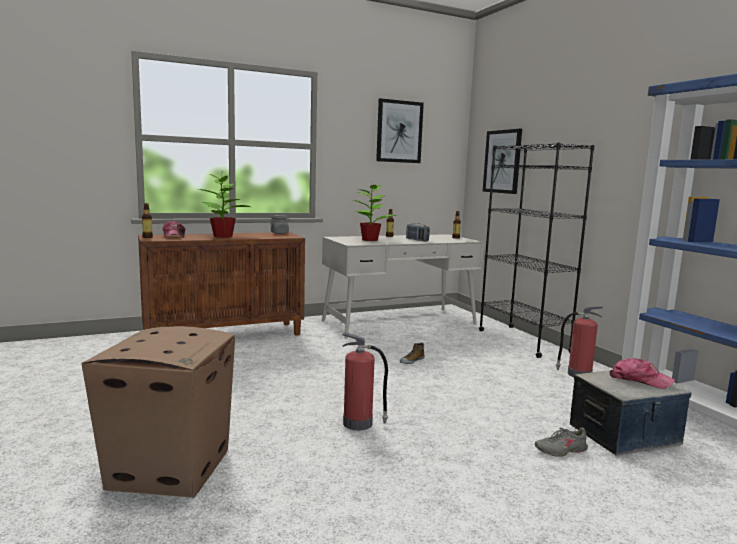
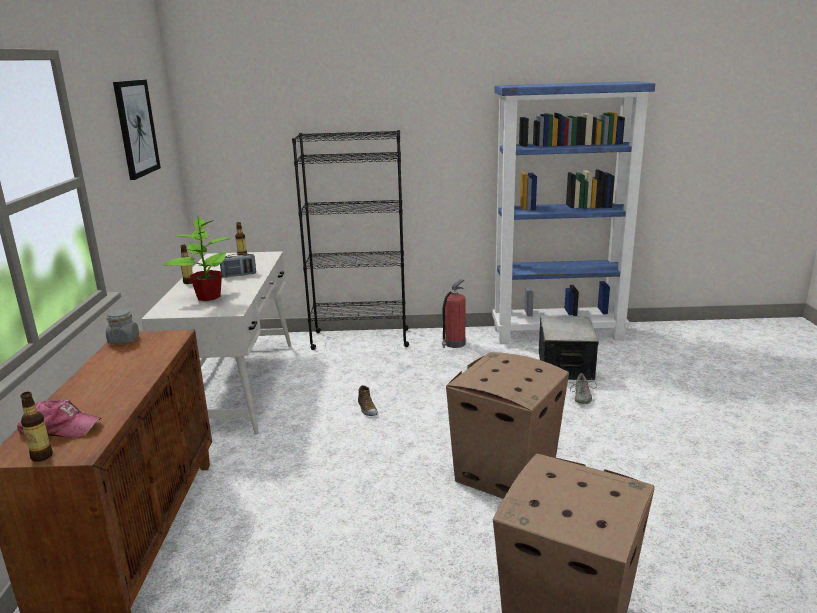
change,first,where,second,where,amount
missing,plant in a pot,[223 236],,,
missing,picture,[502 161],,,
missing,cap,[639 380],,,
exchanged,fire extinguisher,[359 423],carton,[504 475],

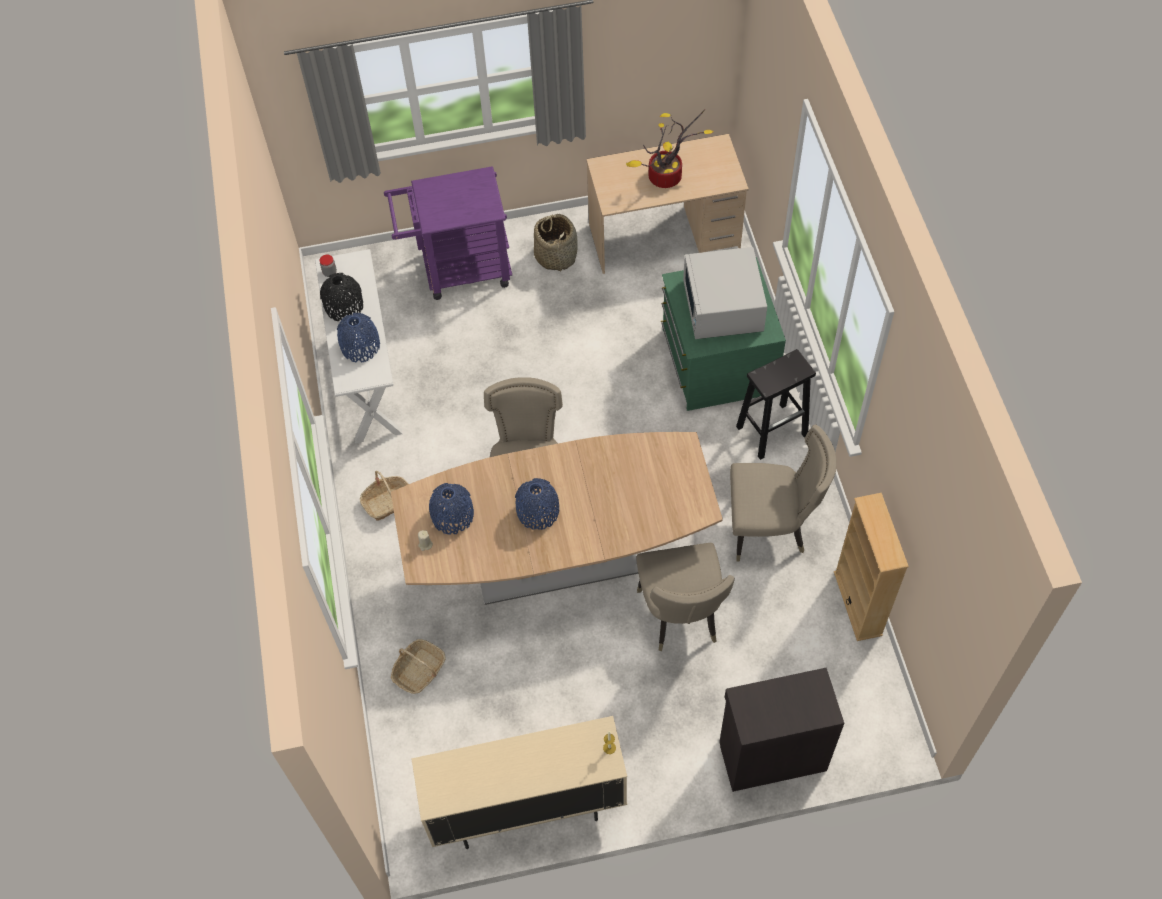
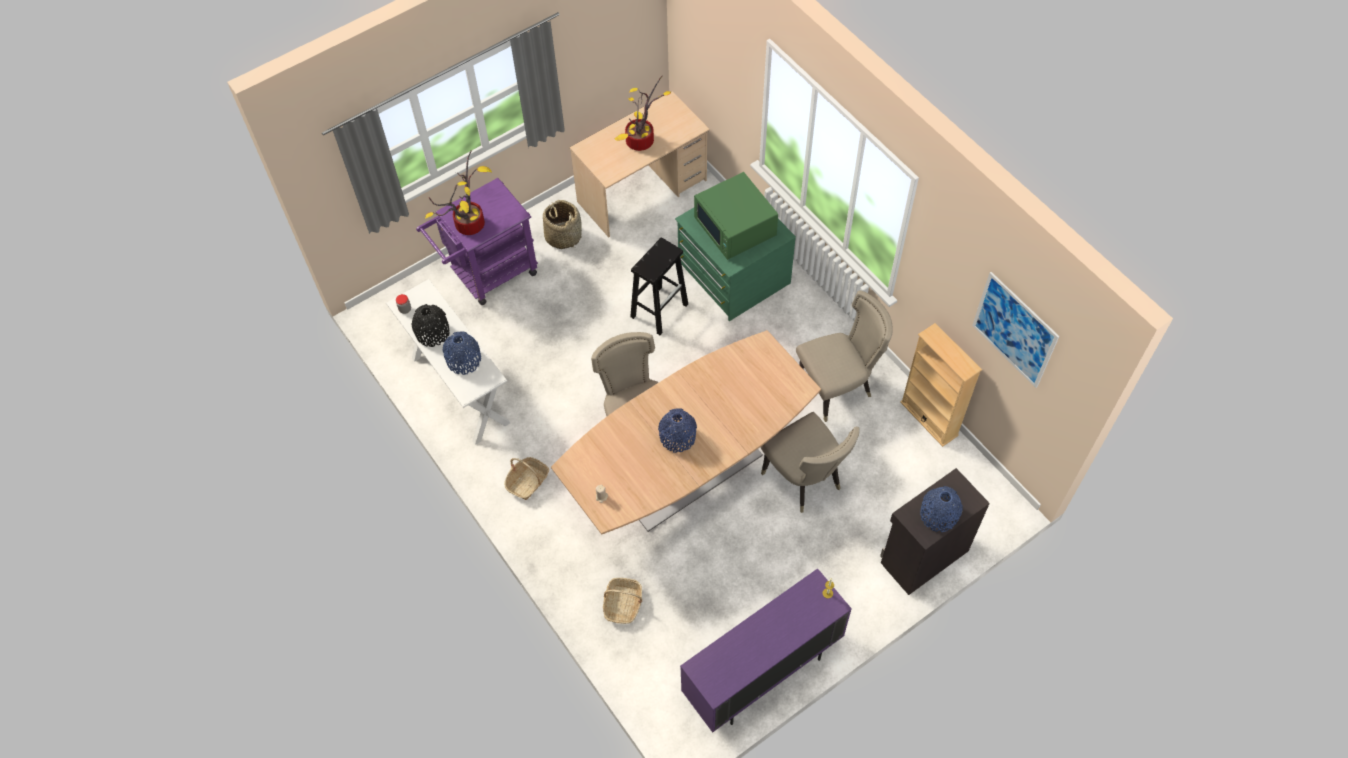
change,first,where,second,where,amount
appeared,,,plant in a pot,[469 222],
appeared,,,picture,[1014 330],
relocated,blue flower vase,[452 516],,[938 515],
relocated,black sitting stool,[772 430],,[659 310],
colour,sand-coloured storage cabinet,[526 808],purplish storage cabinet,[761 674],
colour,white kitchen microwave,[722 307],green-coloured kitchen microwave,[735 227],

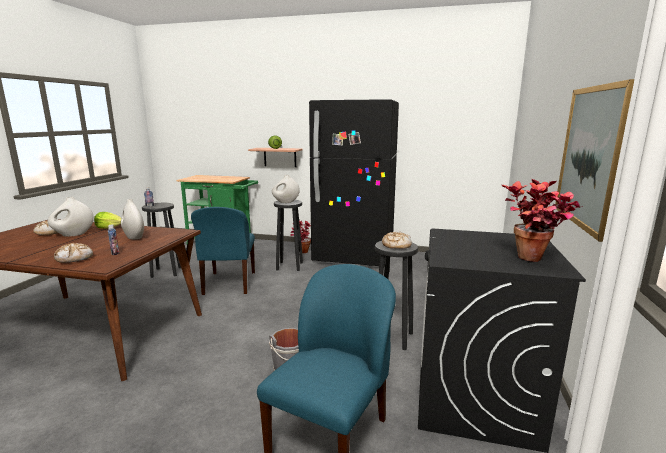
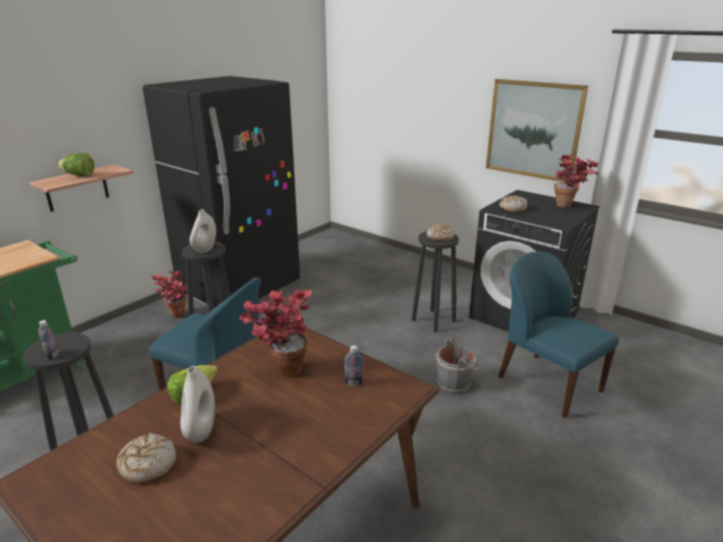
change,first,where,second,where,amount
relocated,baked bread,[75 258],,[512 208],
exchanged,white flower vase,[134 237],plant in a pot,[281 369],

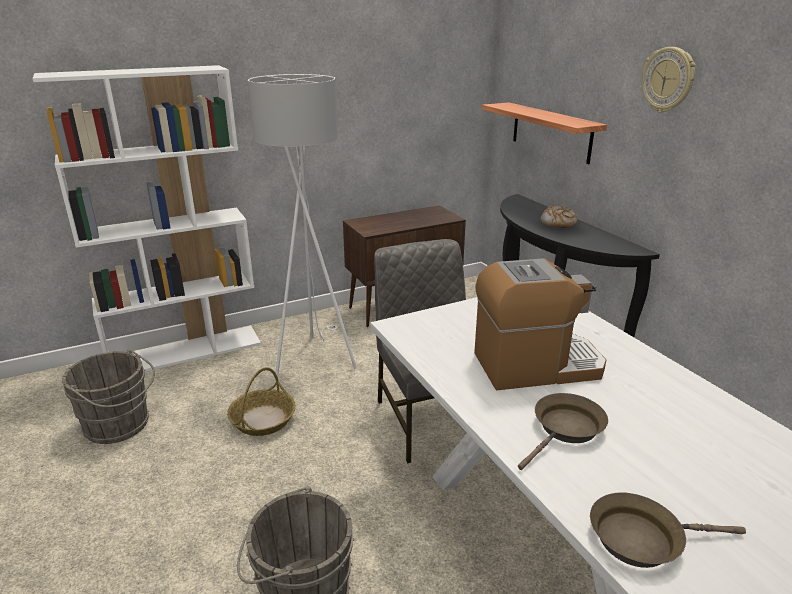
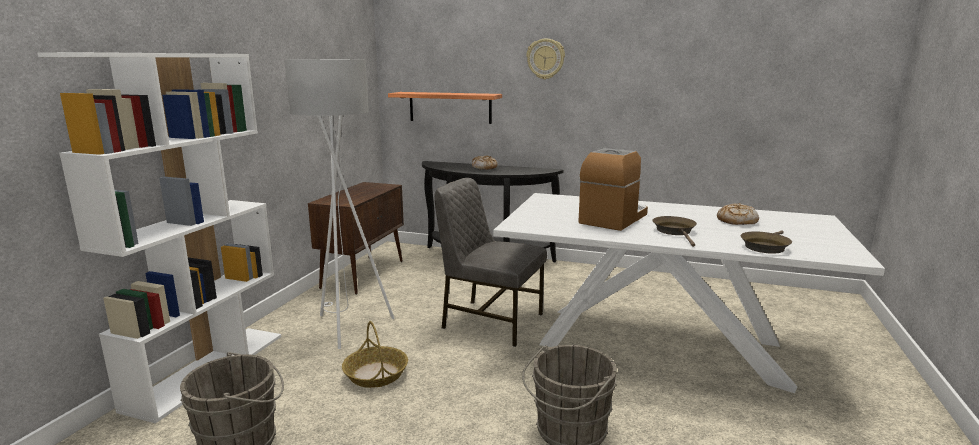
change,first,where,second,where,amount
appeared,,,baked bread,[736 221],

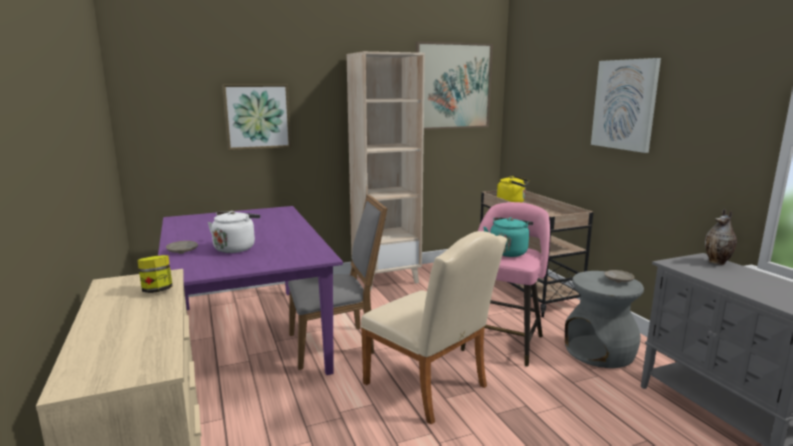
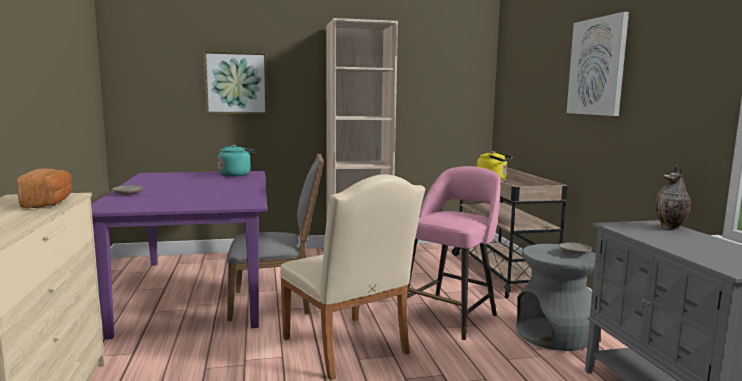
change,first,where,second,where,amount
missing,white kettle,[236 248],,,
missing,picture,[453 86],,,
relocated,turquoise kettle,[508 252],,[236 175],
exchanged,jar,[157 290],baked bread,[49 203],

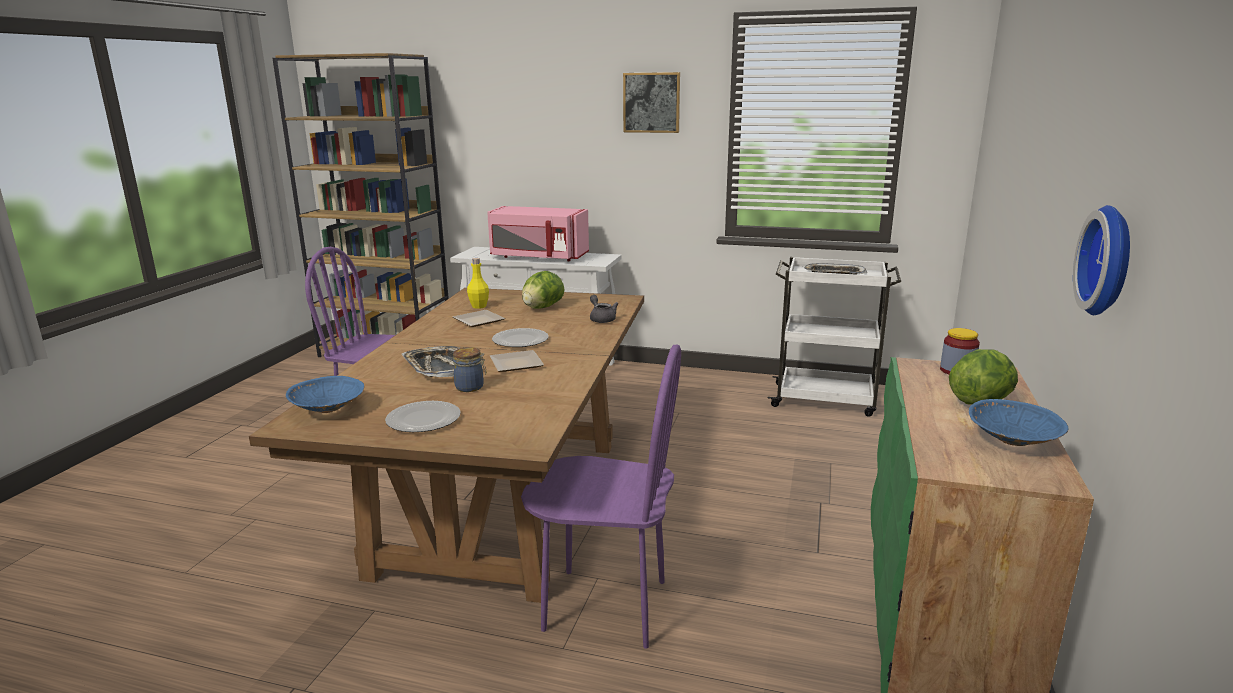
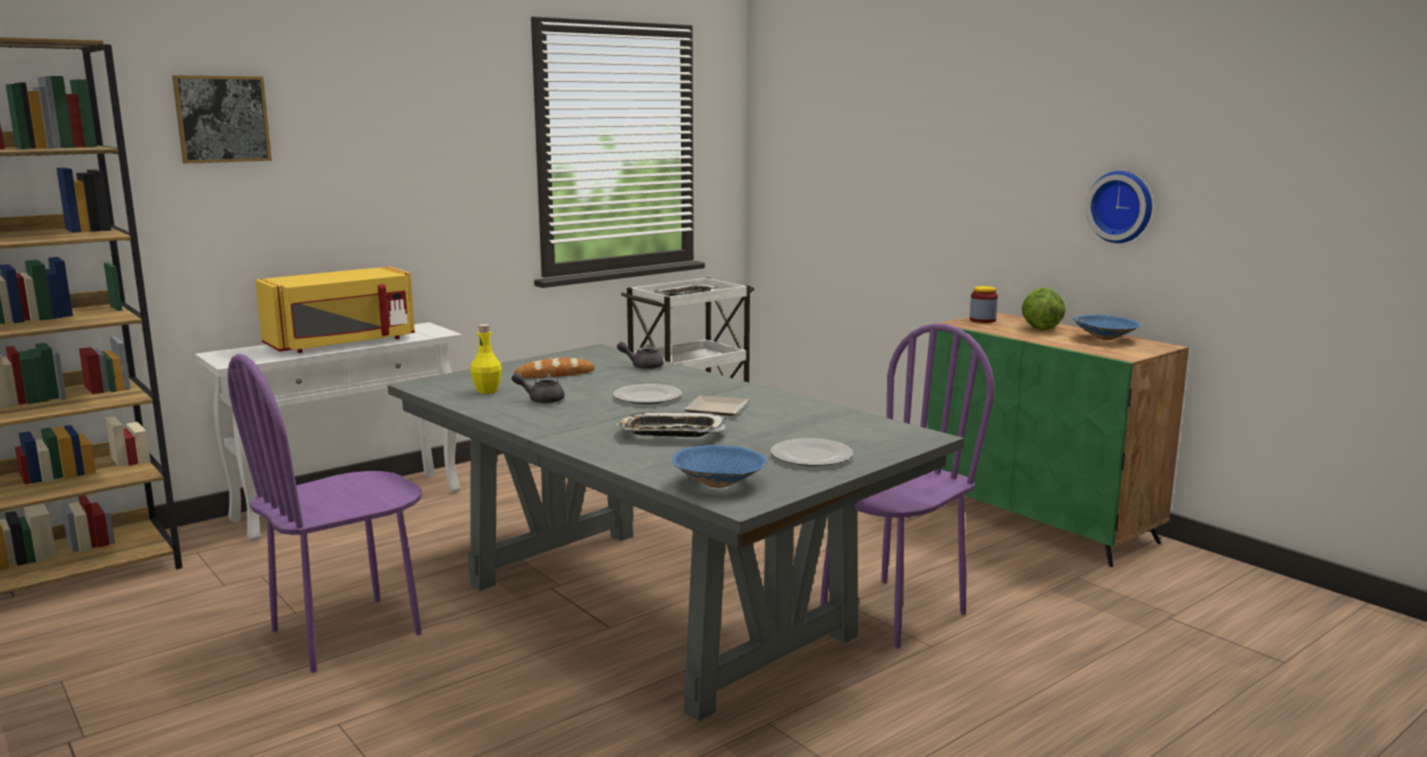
change,first,where,second,where,amount
missing,jar,[471 387],,,
relocated,picture,[651 102],,[222 119],
exchanged,flat dish,[477 321],greyish tea pot,[541 399],
exchanged,head of lettuce,[542 307],baked bread,[554 374],
colour,brown-coloured dinner table,[504 505],greyish dinner table,[656 610],
colour,pink kitchen microwave,[538 257],yellow kitchen microwave,[342 343],

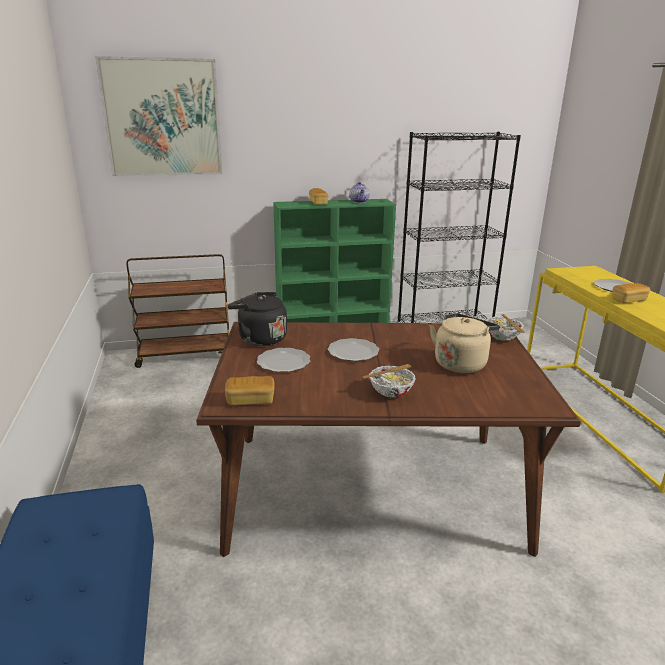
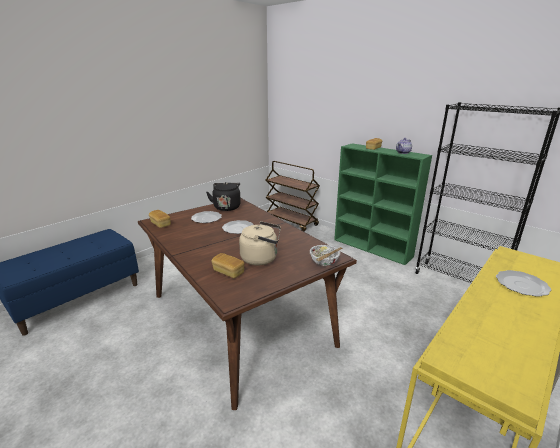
change,first,where,second,where,amount
missing,picture,[162 118],,,
missing,deep dish,[390 392],,,
relocated,baked bread,[628 300],,[228 272],

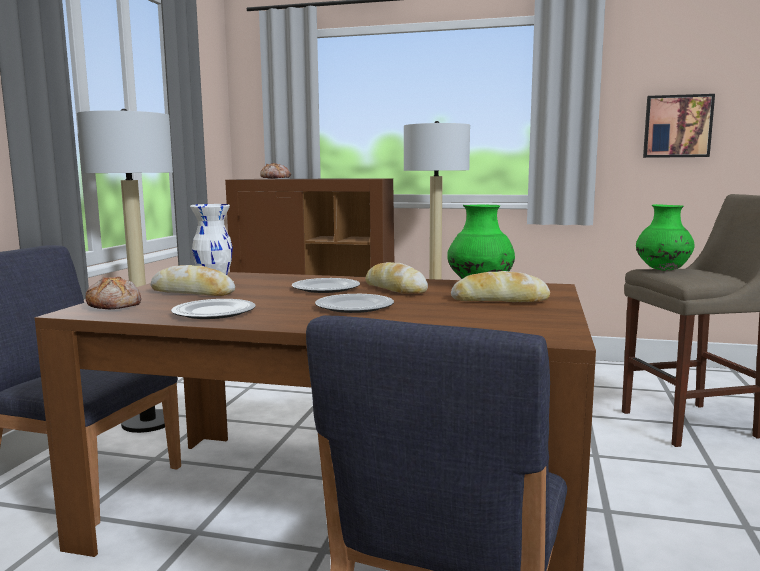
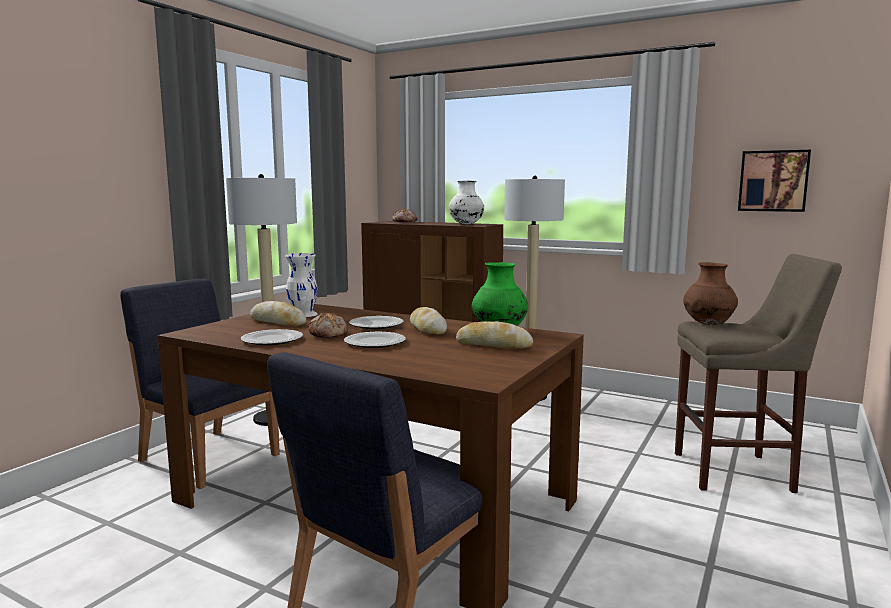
change,first,where,second,where,amount
appeared,,,white flower vase,[466 224],
relocated,baked bread,[115 305],,[328 334],
colour,green-coloured flower vase,[663 270],brown-coloured flower vase,[708 324],

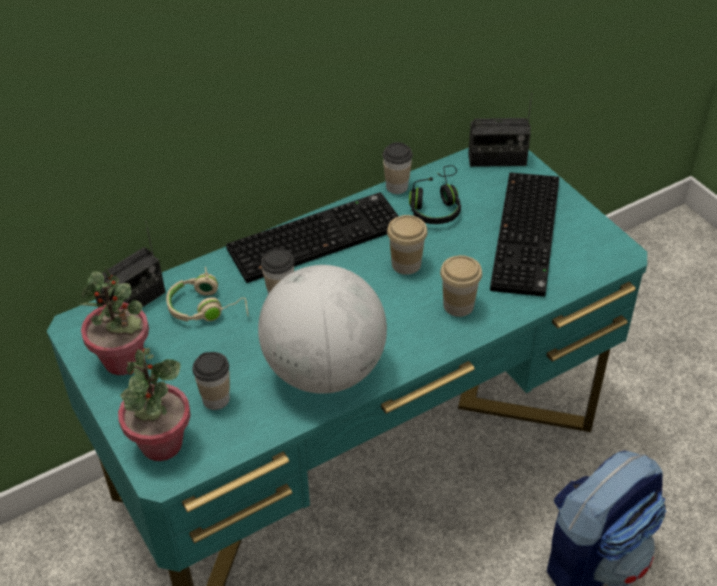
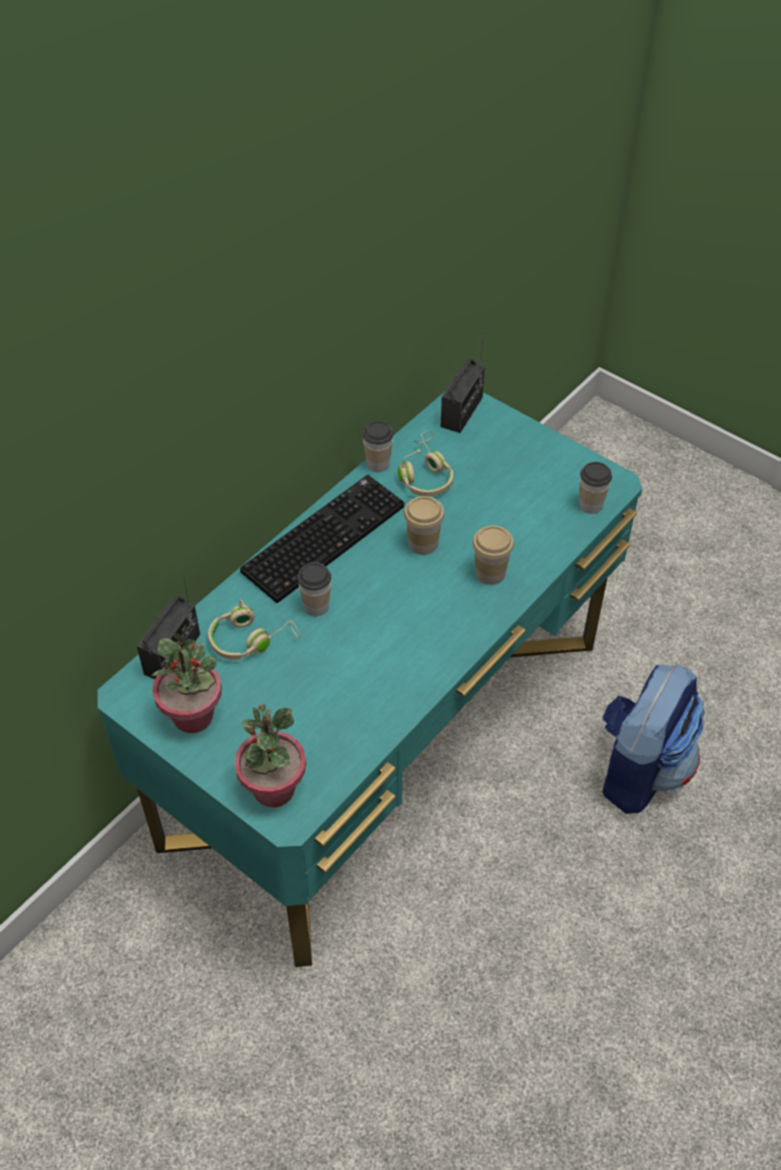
change,first,where,second,where,amount
missing,desk globe,[325 370],,,
missing,computer keyboard,[528 235],,,
relocated,drinking cup,[216 399],,[590 505],
colour,black headphones,[436 205],sand-coloured headphones,[424 475],
spun,radio set,[497 159],,[462 412],45 degrees counterclockwise

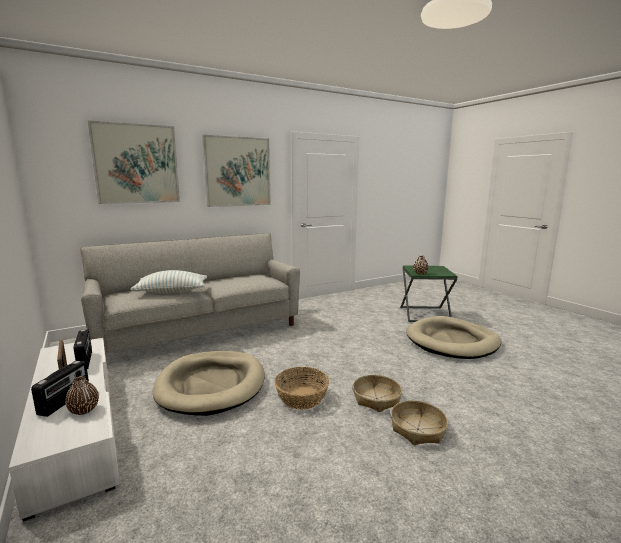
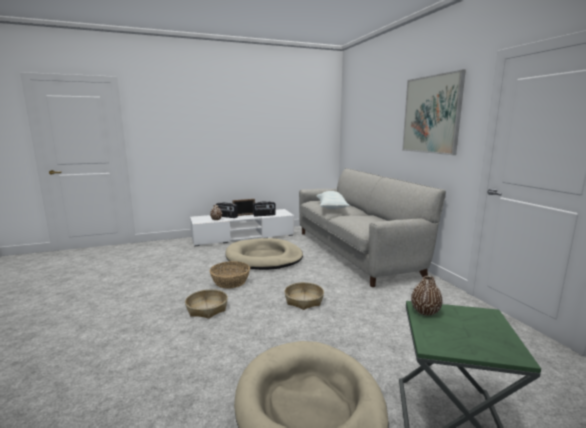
change,first,where,second,where,amount
missing,picture,[136 164],,,
relocated,storage basket,[418 429],,[303 300],

